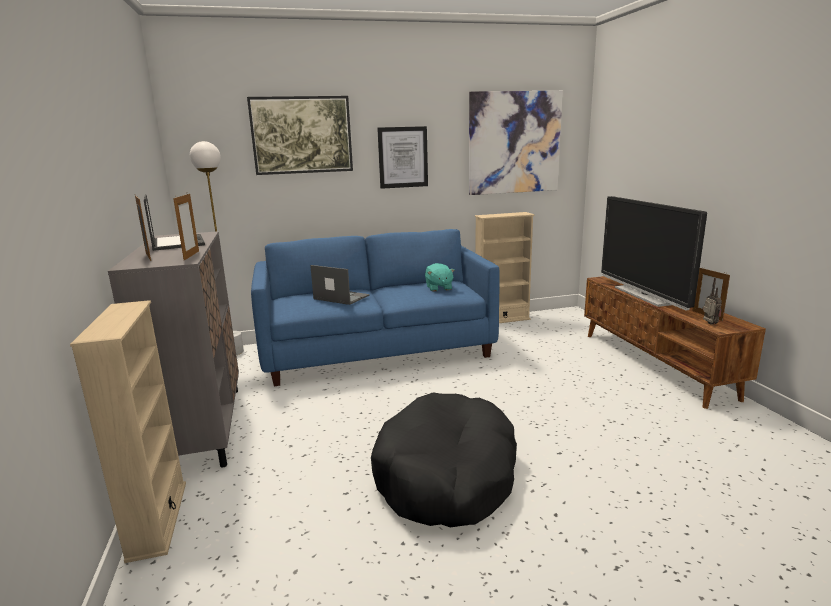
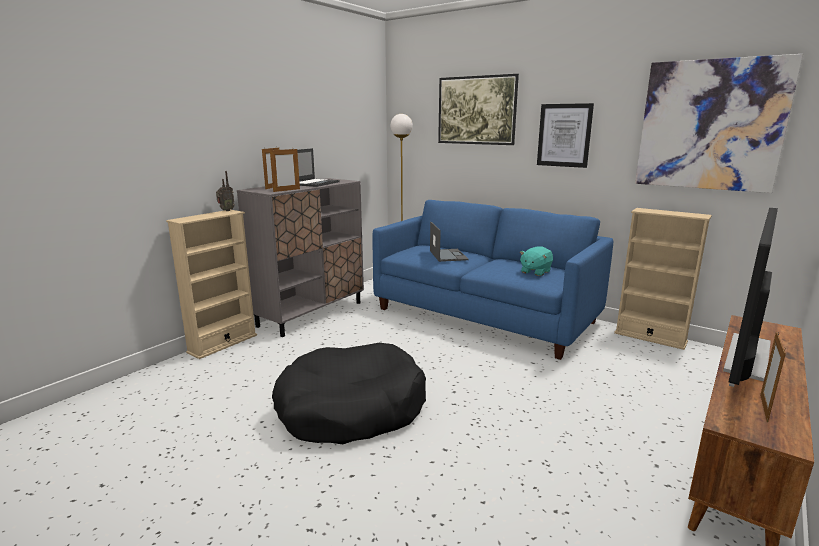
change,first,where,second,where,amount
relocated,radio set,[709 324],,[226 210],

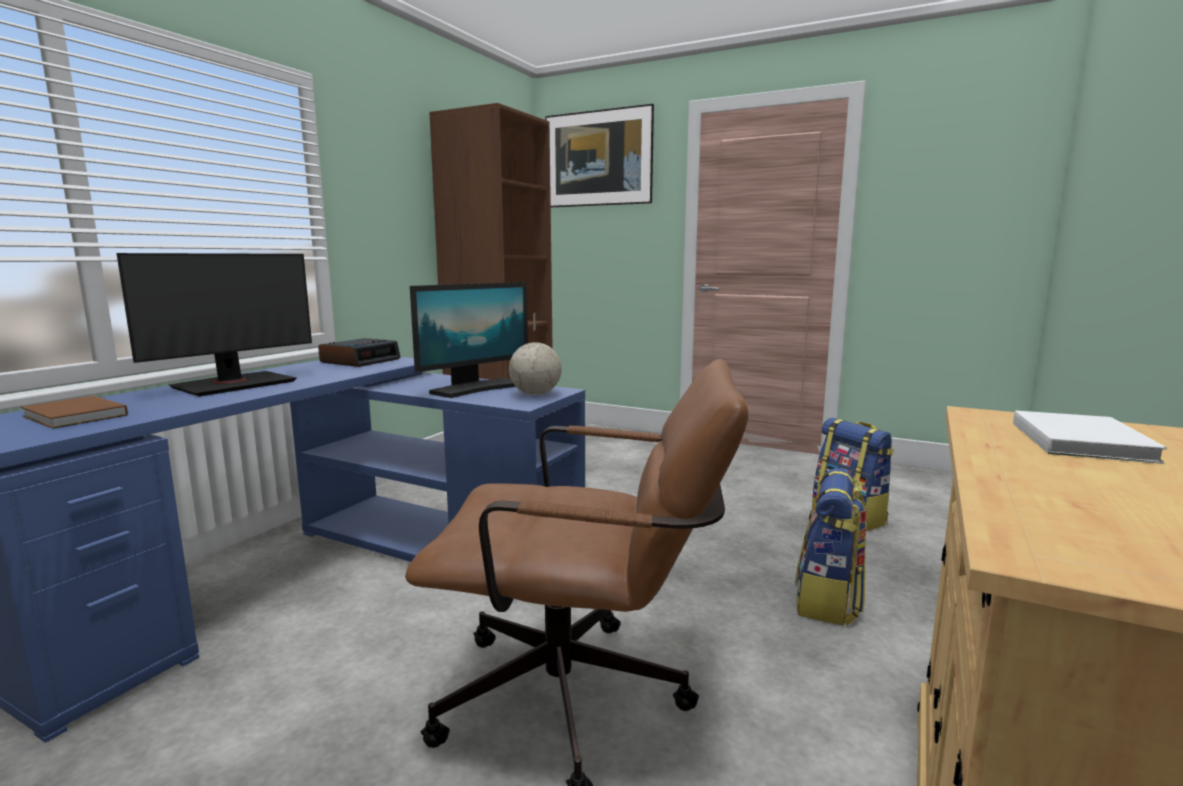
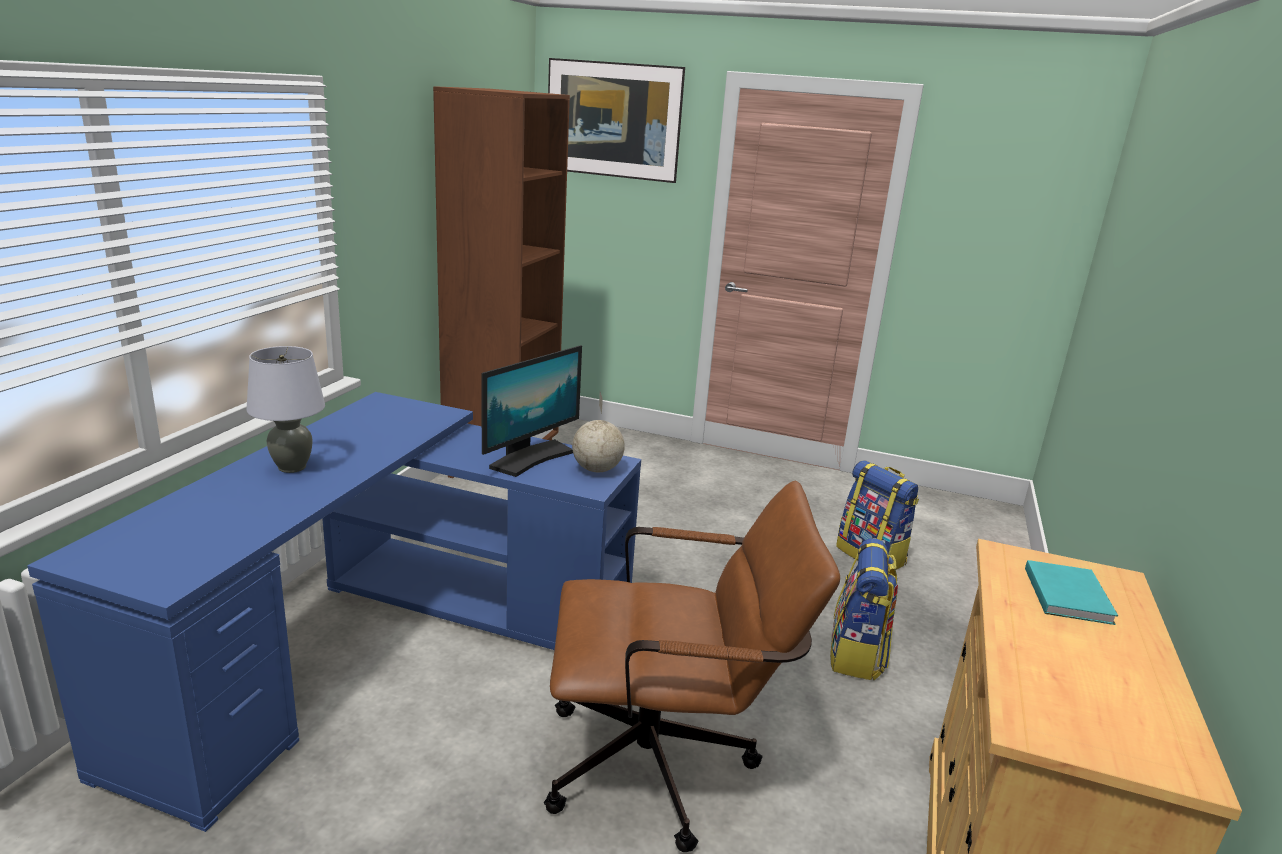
change,first,where,second,where,amount
missing,brown-coloured volume,[74 416],,,
missing,alarm clock,[360 360],,,
exchanged,computer screen,[233 384],greyish tabletop lamp,[291 467],
colour,white volume,[1081 441],turquoise volume,[1068 594],

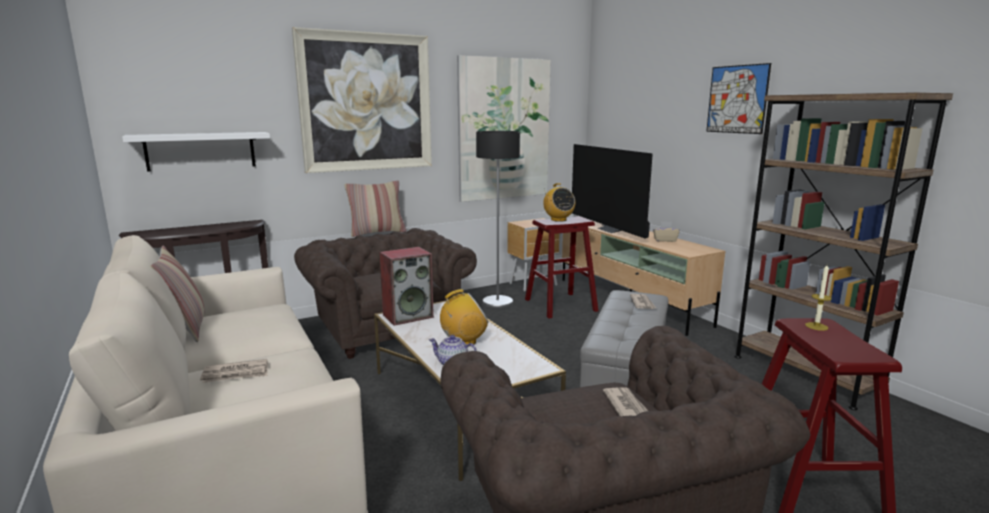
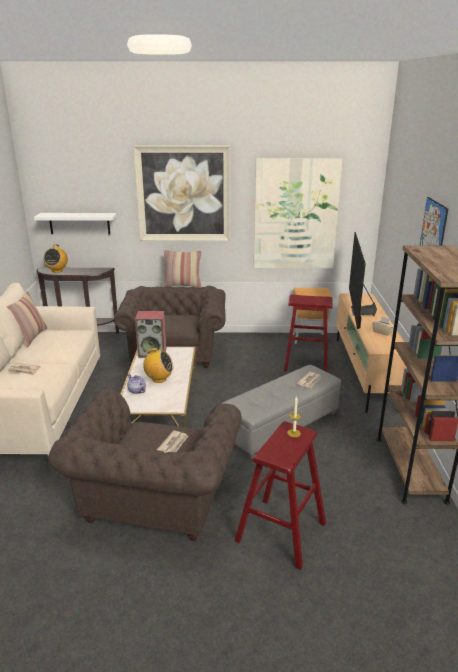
change,first,where,second,where,amount
missing,standard lamp,[497 302],,,
relocated,radio set,[558 220],,[57 270],

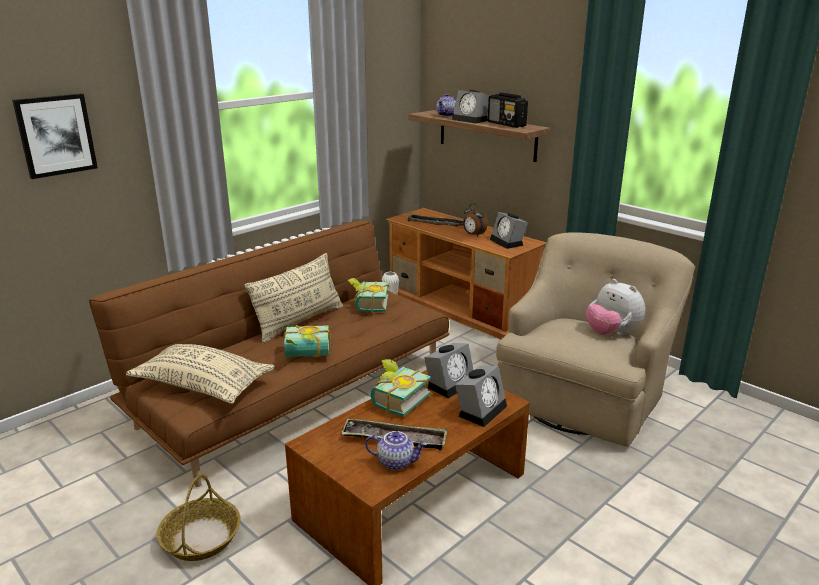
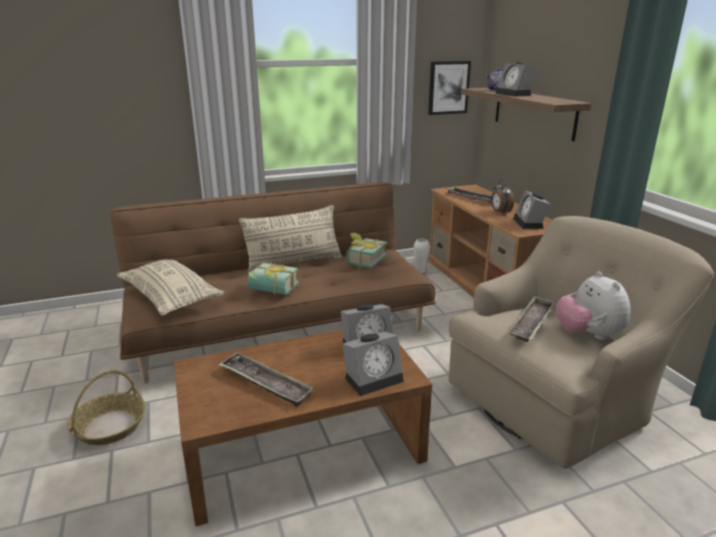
change,first,where,second,where,amount
missing,tea pot,[396 462],,,
missing,volume,[396 400],,,
missing,radio set,[506 124],,,
appeared,,,tray,[532 323],
relocated,picture,[56 135],,[448 87],

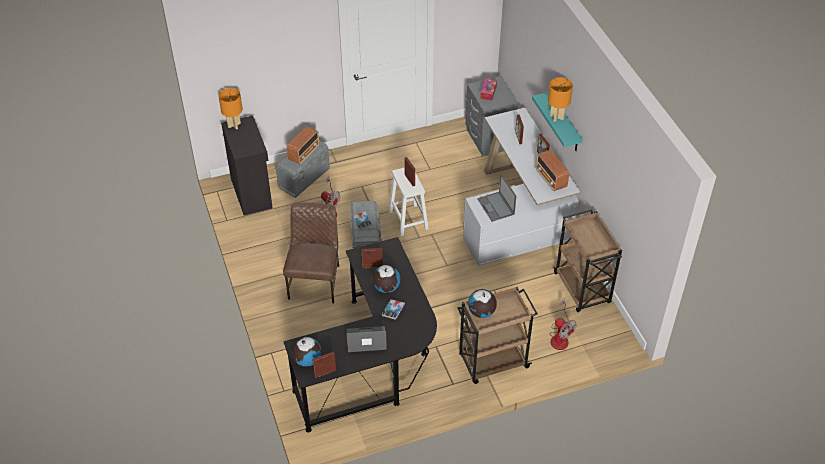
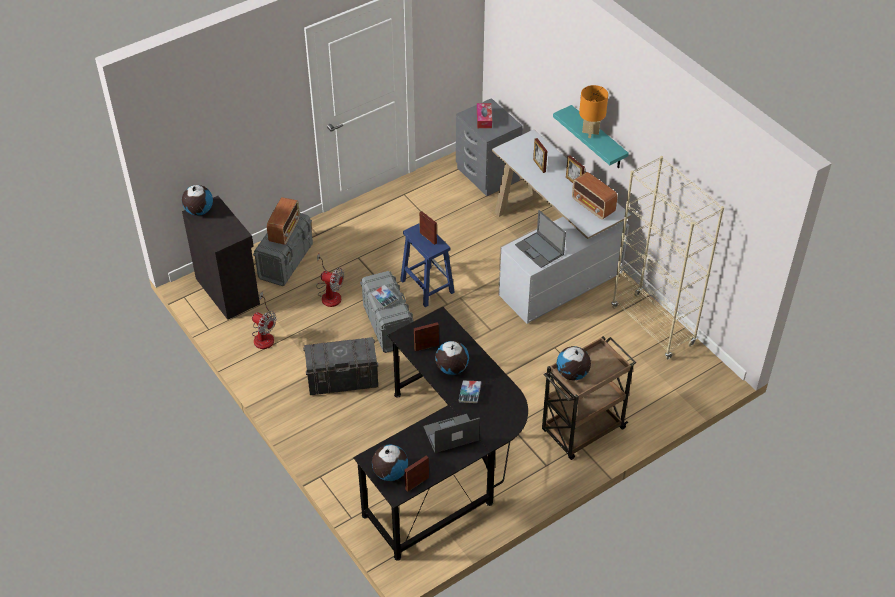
change,first,where,second,where,amount
relocated,cooling fan,[560 337],,[264 335],
exchanged,orange tabletop lamp,[234 125],desk globe,[199 211],
exchanged,brown-coloured upright chair,[315 281],greyish storage box,[343 380],
exchanged,brown-coloured wheeled cart,[582 289],sand-coloured shelving unit,[653 326],
colour,white sitting stool,[408 219],blue sitting stool,[426 286],

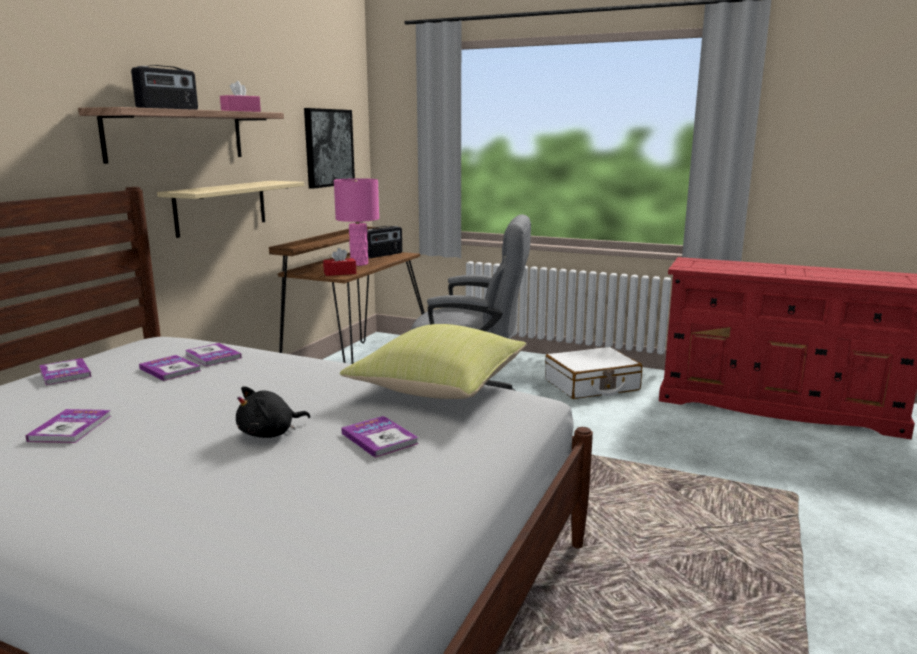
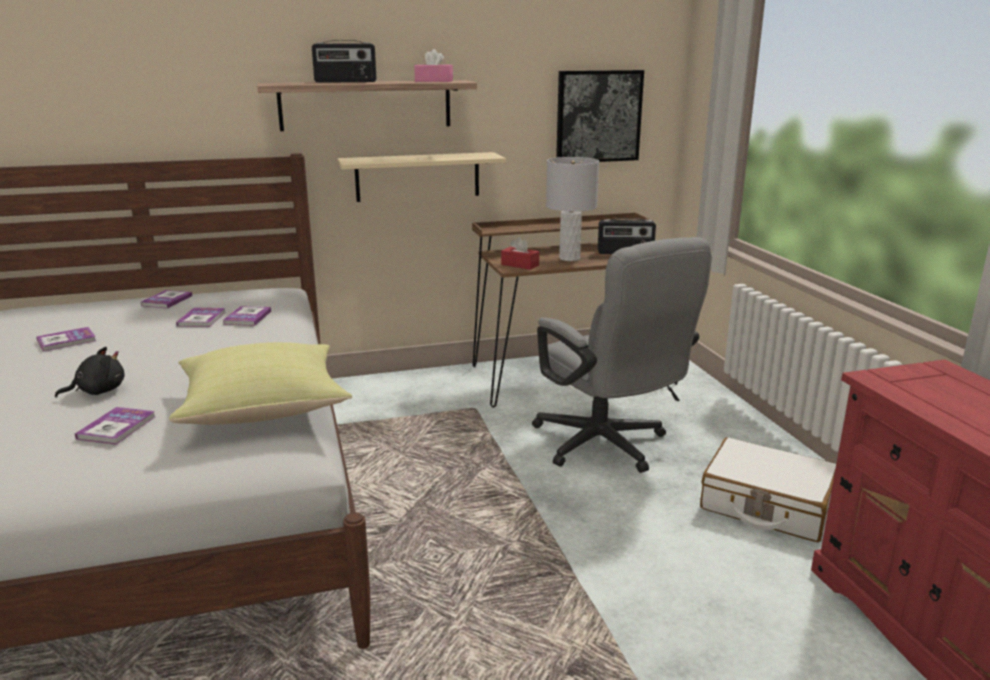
change,first,where,second,where,amount
colour,pink tabletop lamp,[359 264],greyish tabletop lamp,[570 258],
spun,black soft toy,[270 433],,[98 391],135 degrees clockwise

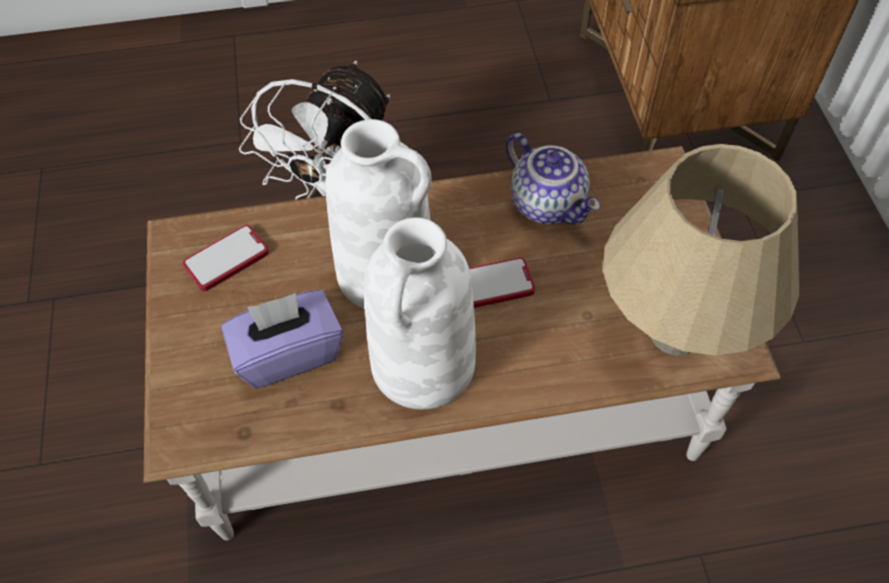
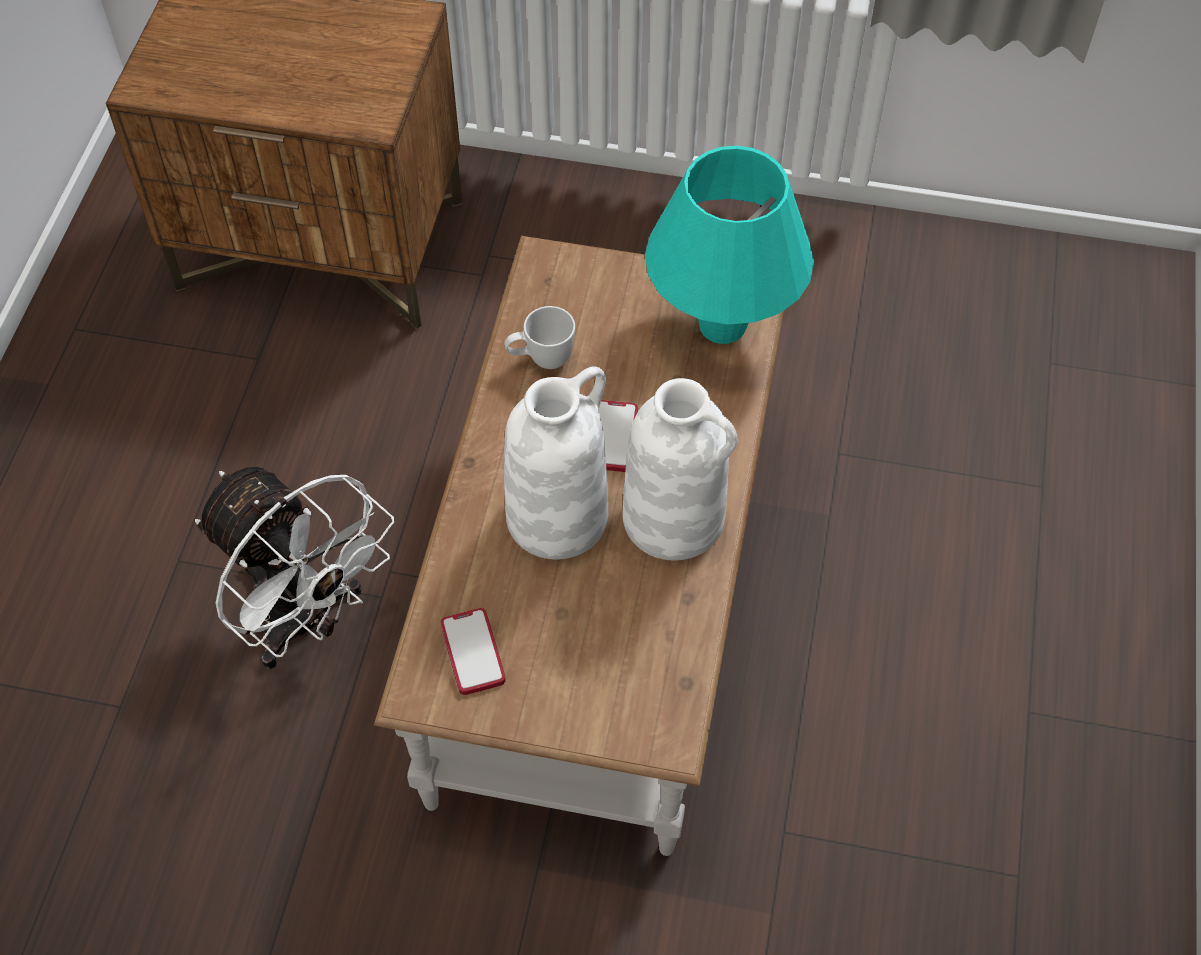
change,first,where,second,where,amount
missing,purplish box of tissues,[288 353],,,
exchanged,tea pot,[549 204],white mug,[541 360],
colour,sand-coloured tabletop lamp,[675 333],turquoise tabletop lamp,[722 325],

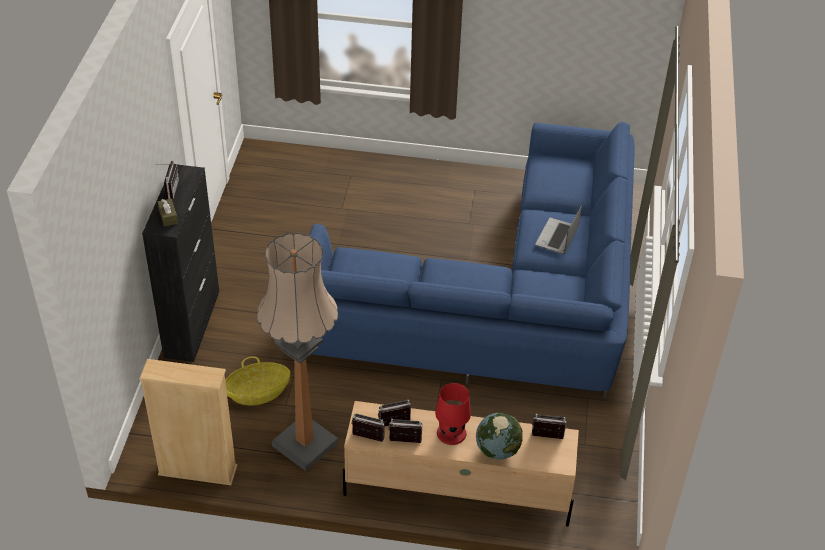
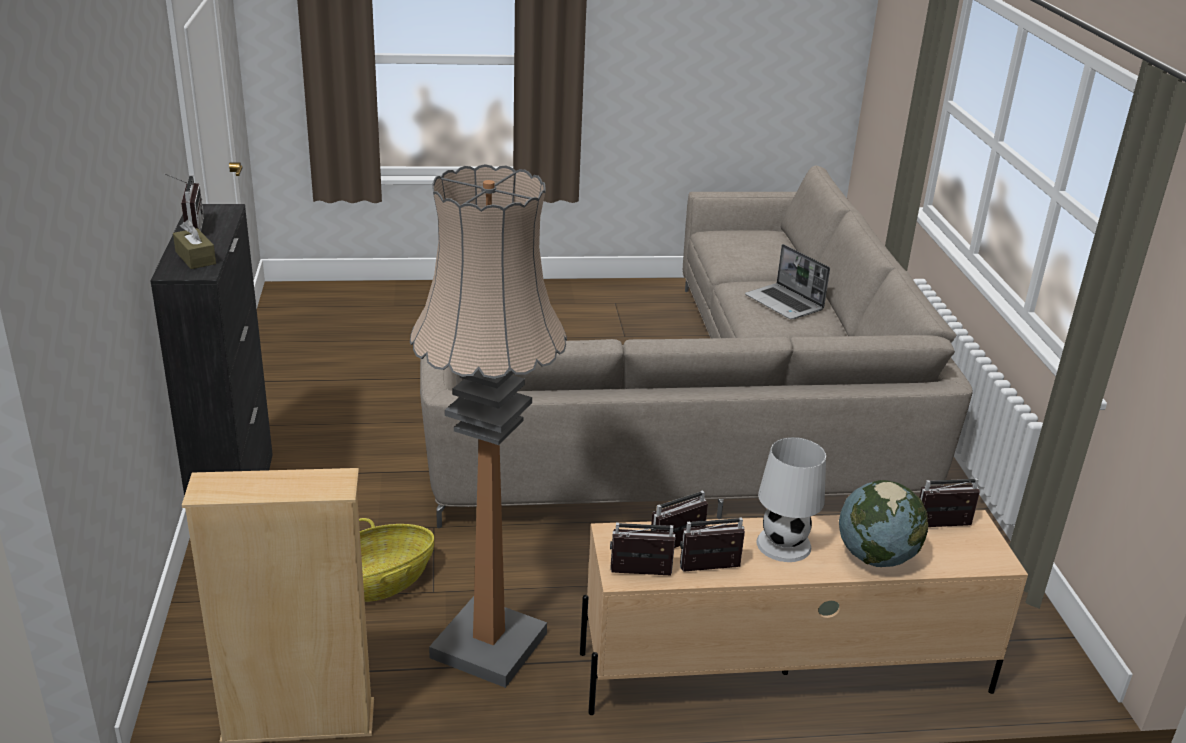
change,first,where,second,where,amount
colour,blue sofa,[504 301],sand-coloured sofa,[720 413],
colour,red-coloured tabletop lamp,[452 433],white tabletop lamp,[784 545],
spun,notebook computer,[557 237],,[785 303],45 degrees counterclockwise

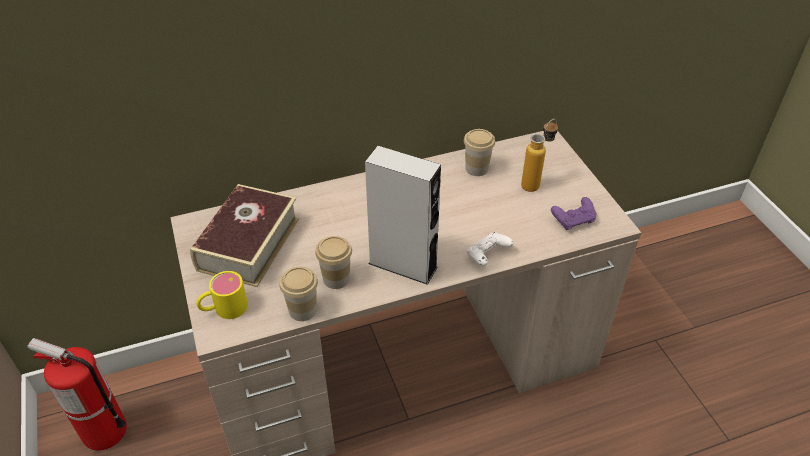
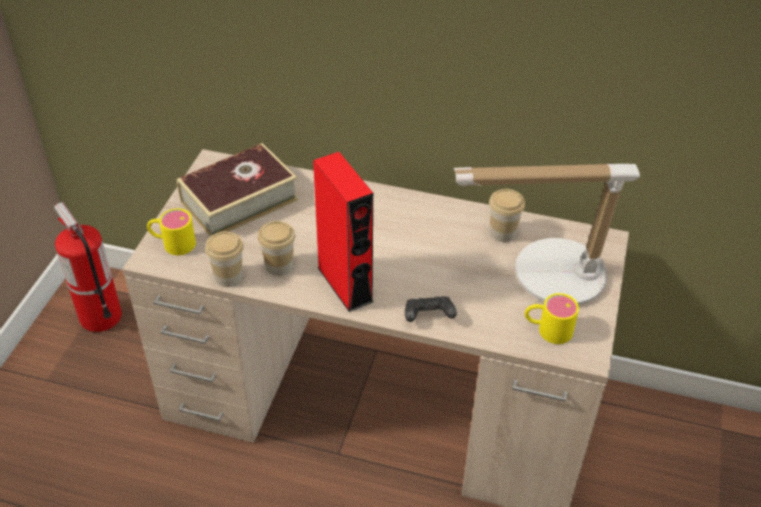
change,first,where,second,where,amount
exchanged,bottle,[535 183],tabletop lamp,[547 275],
exchanged,purplish gamepad,[573 220],yellow mug,[547 329],
colour,greyish loudspeaker,[403 265],red-coloured loudspeaker,[345 284],
colour,white gamepad,[487 256],black gamepad,[428 316],

